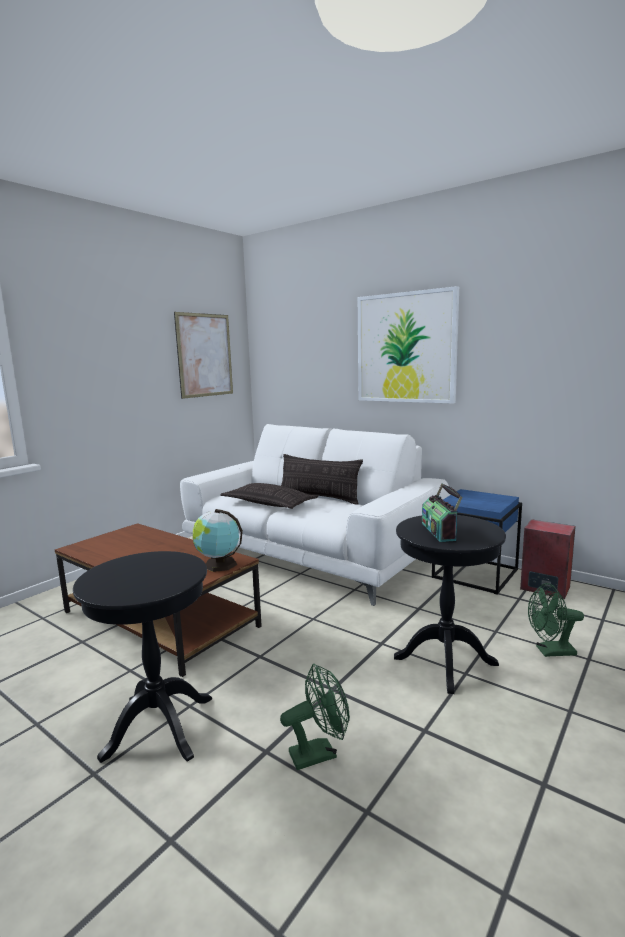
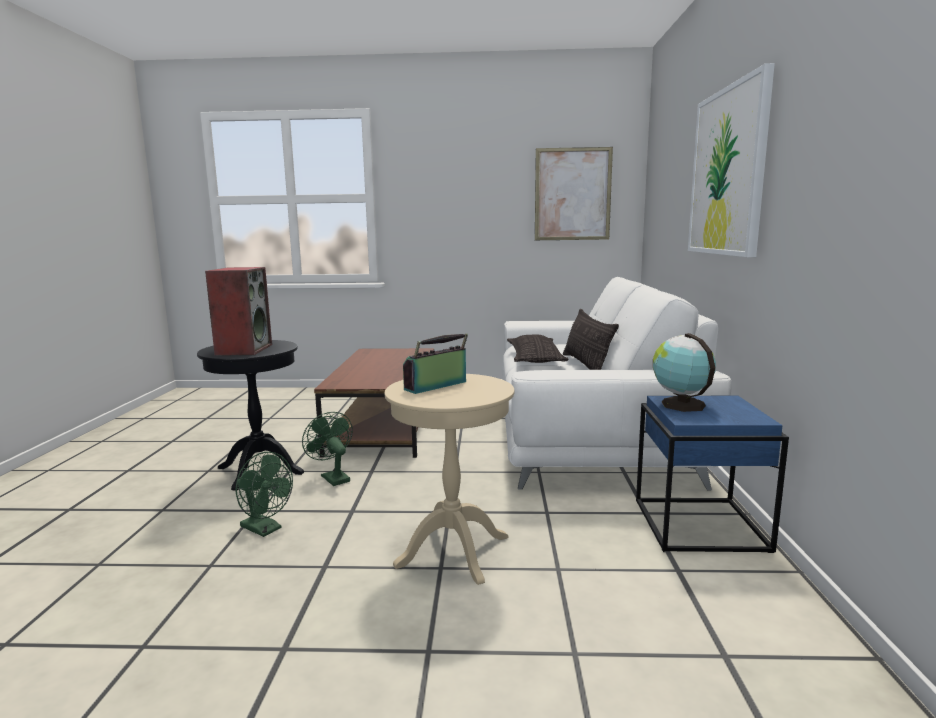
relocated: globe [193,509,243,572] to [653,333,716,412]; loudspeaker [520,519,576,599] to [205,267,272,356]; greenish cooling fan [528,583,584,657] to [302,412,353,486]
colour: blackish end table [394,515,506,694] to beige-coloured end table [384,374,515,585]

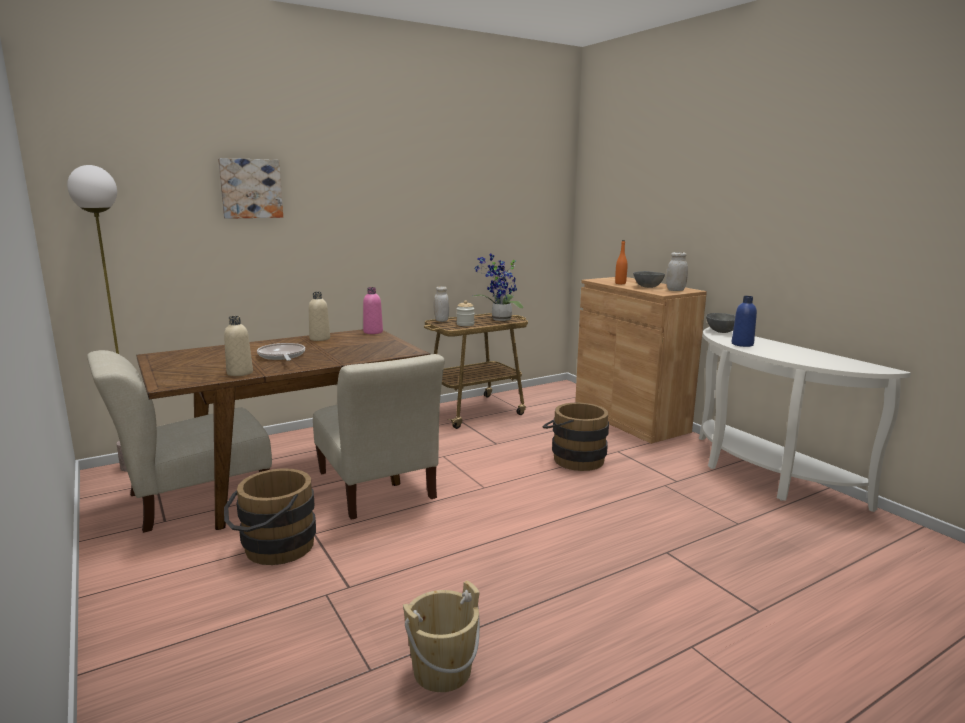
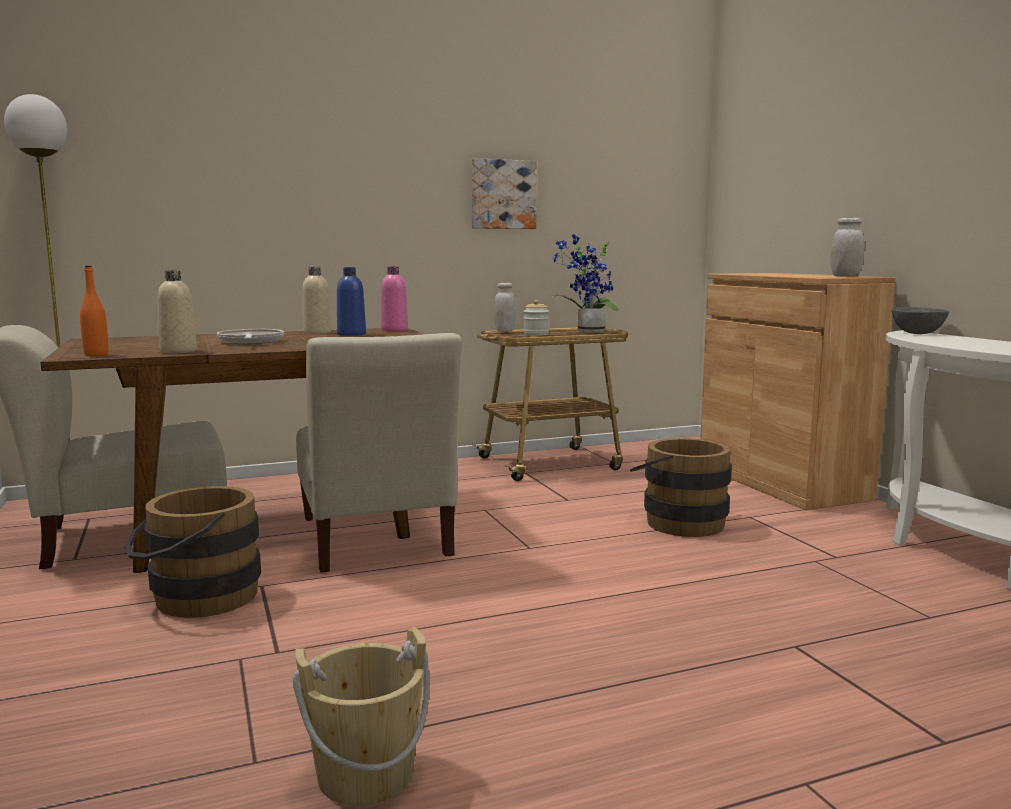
missing: grey bowl [633,271,665,288]
relocated: picture [218,158,283,219] to [472,158,537,229]; orange drink bottle [615,240,628,284] to [80,266,109,356]; blue-coloured drink bottle [732,296,757,347] to [337,267,366,336]

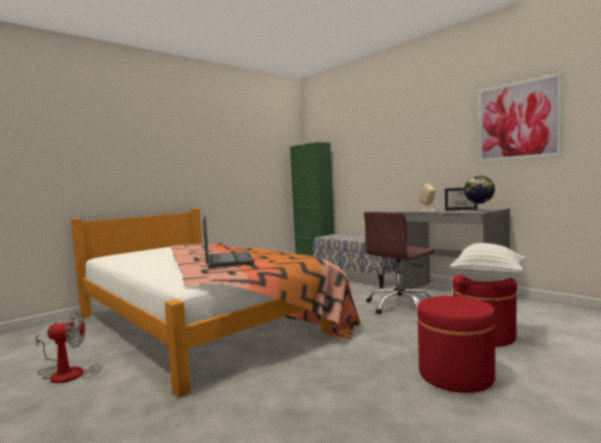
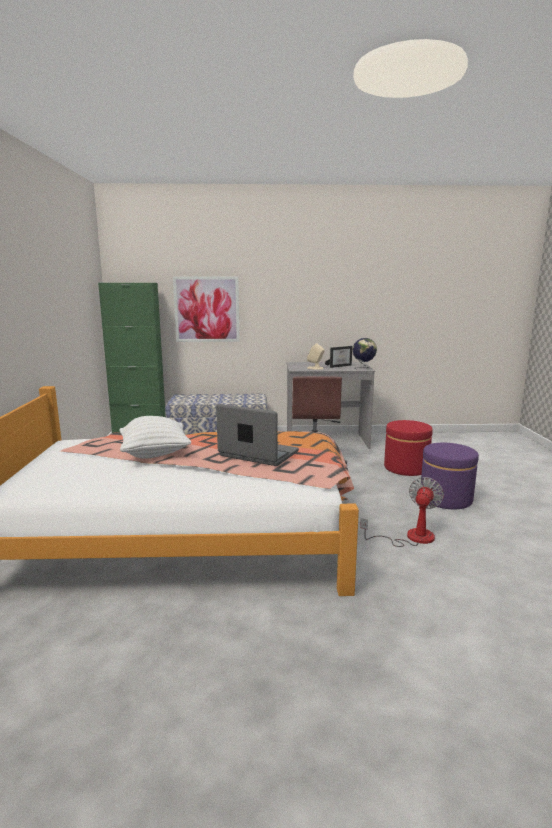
relocated: cooling fan [35,311,85,383] to [360,477,444,547]; white cushion [450,243,526,282] to [120,416,191,459]; picture [478,72,563,162] to [173,277,240,342]
colour: red-coloured footrest [417,296,495,393] to purple footrest [420,443,479,509]

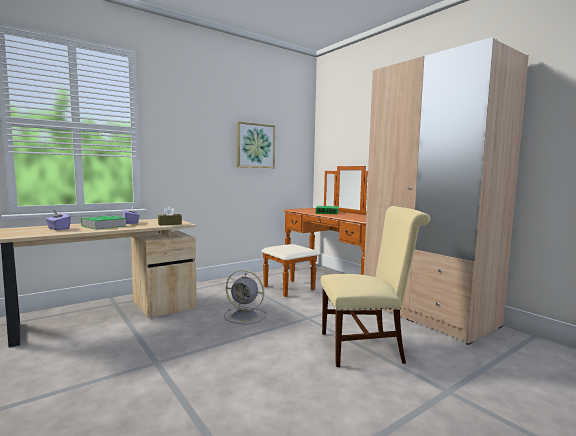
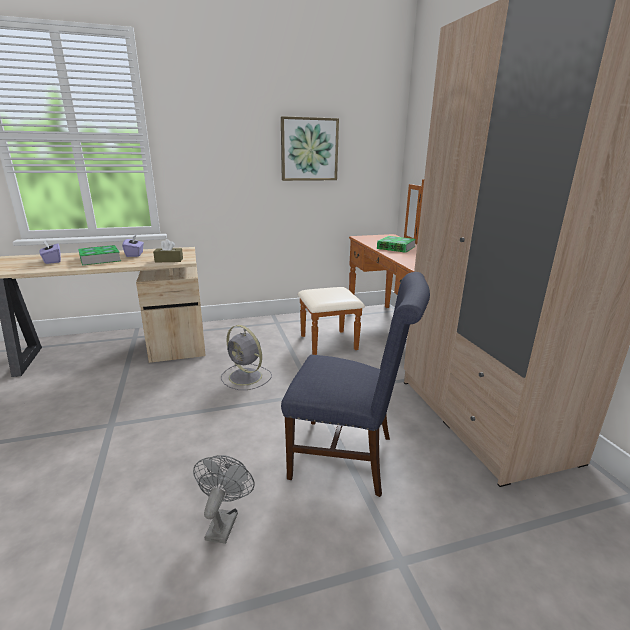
appeared: grey cooling fan [193,455,255,544]
colour: beige-coloured chair [321,206,430,367] to blue-coloured chair [281,272,430,497]

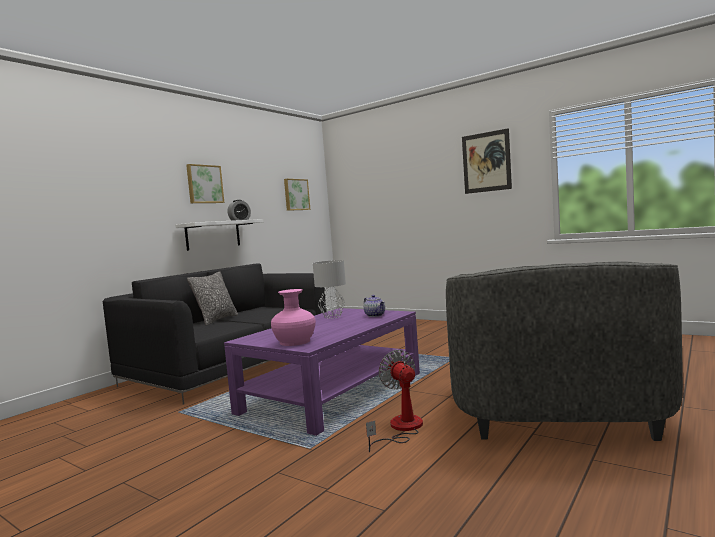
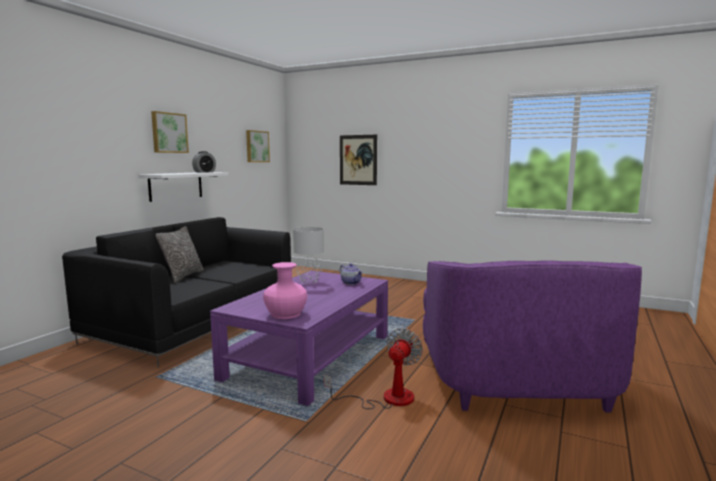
relocated: picture [462,128,512,194] to [340,135,377,185]
colour: grey armchair [446,261,683,441] to purple armchair [423,261,642,413]
spun: cooling fan [366,350,423,452] = [324,328,423,409] 60 degrees clockwise

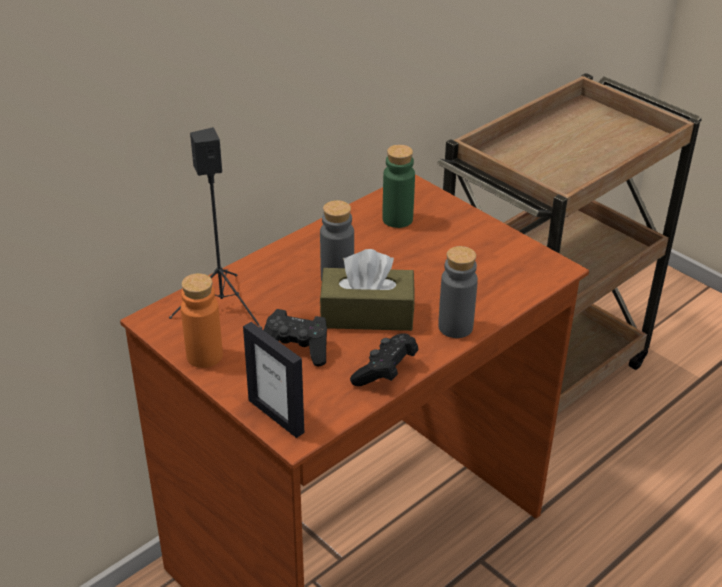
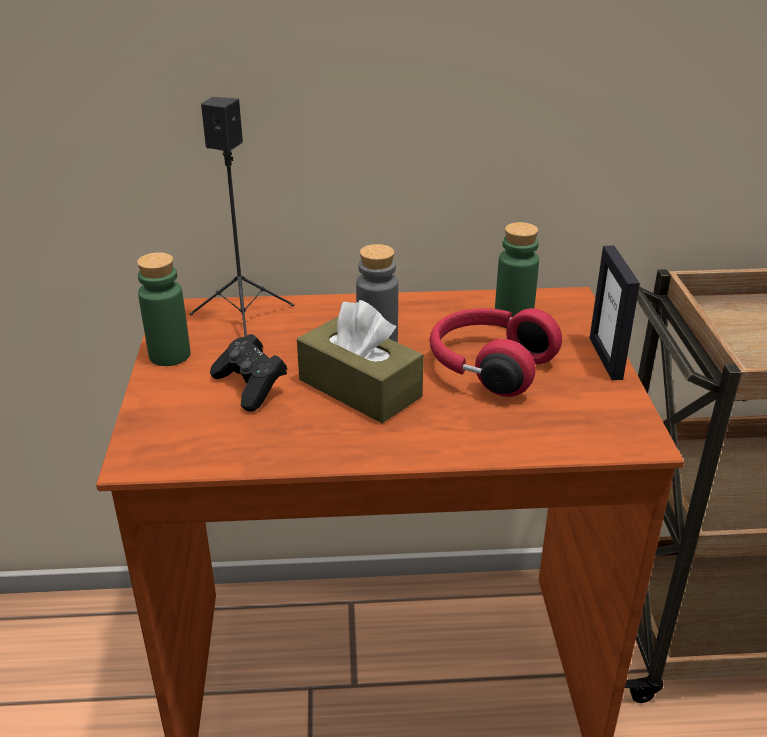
missing: blackish joypad [350,333,419,386]; grey drink bottle [438,246,478,338]
appeared: red-coloured headphones [430,308,562,397]
relocated: photo frame [243,322,304,438] to [590,245,640,380]
colour: orange drink bottle [181,273,223,368] to greenish drink bottle [137,252,190,366]

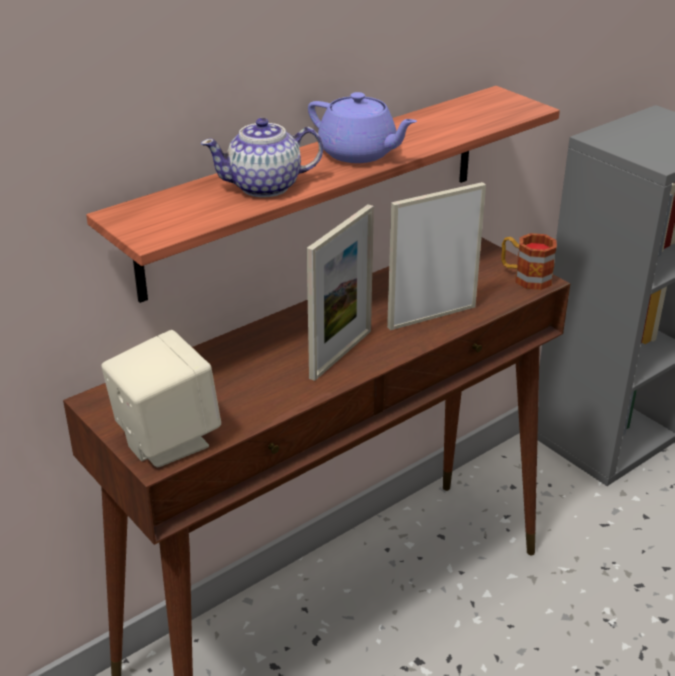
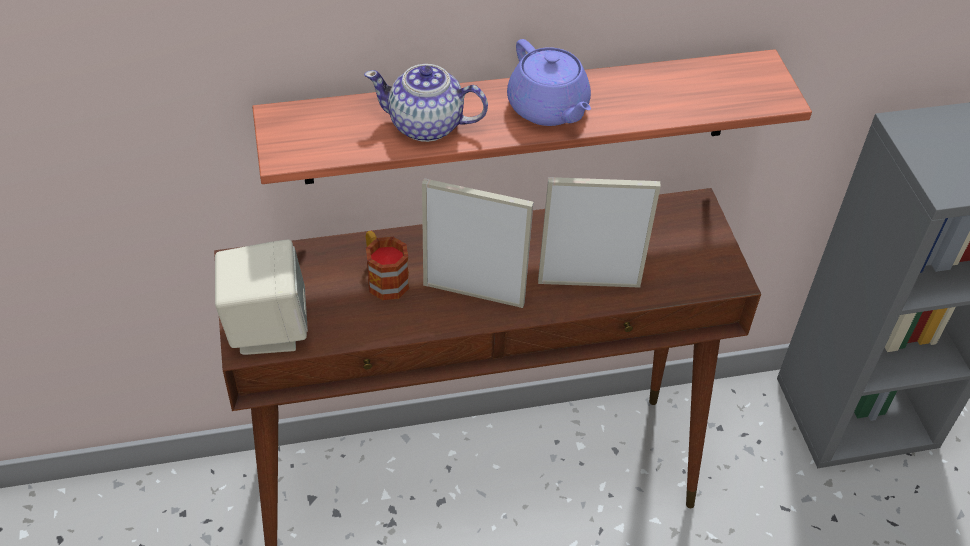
relocated: tea mug [501,233,557,290] to [366,231,409,300]
spun: photo frame [307,204,374,381] = [422,178,534,308] 135 degrees counterclockwise

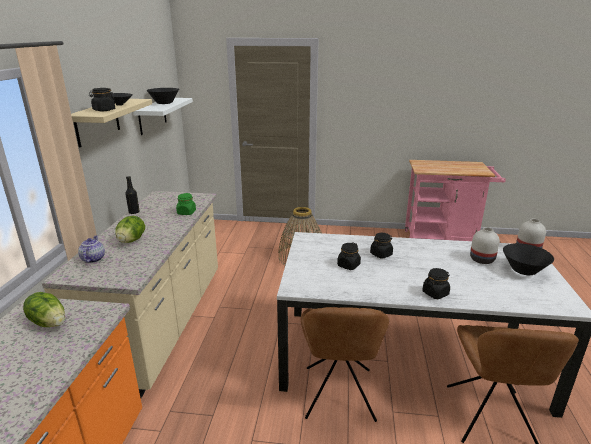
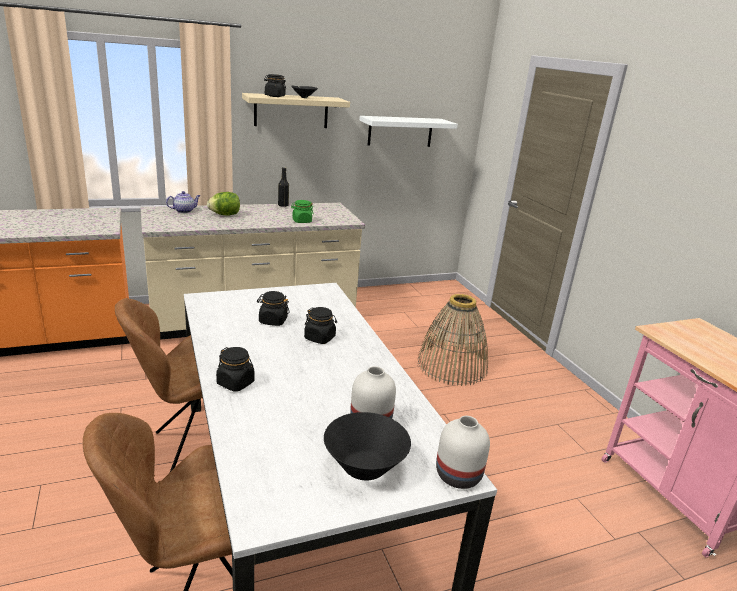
missing: lettuce [23,292,65,327]; blackish bowl [147,88,179,104]

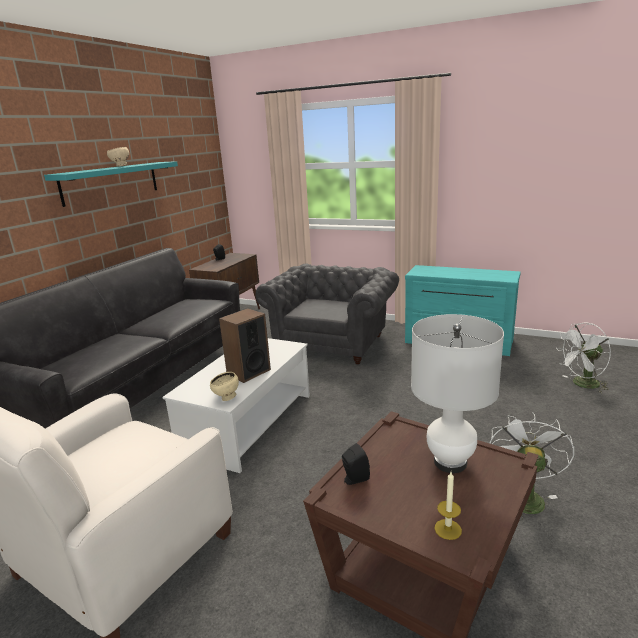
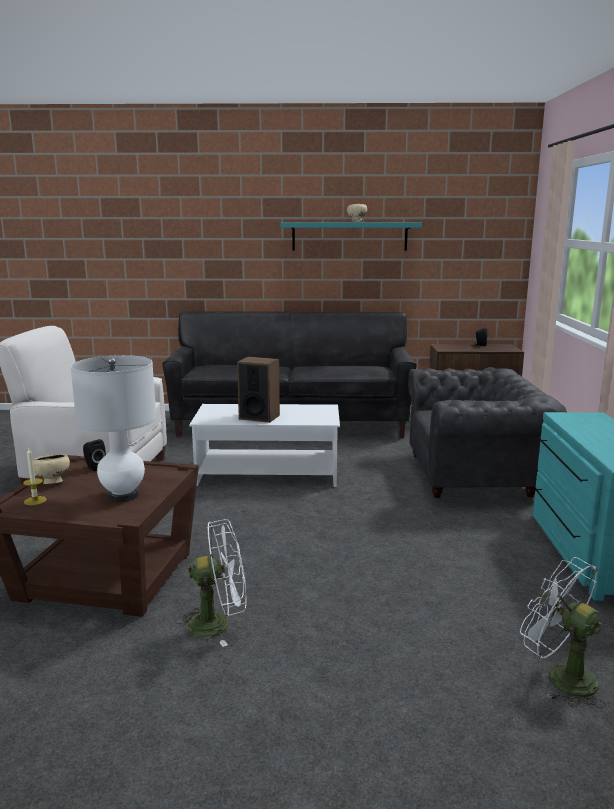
relocated: beige-coloured bowl [210,372,239,401] to [33,454,70,484]

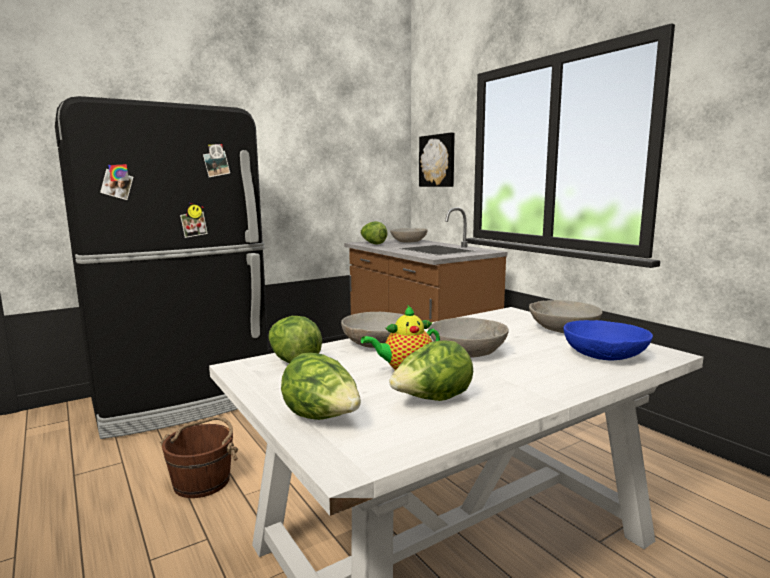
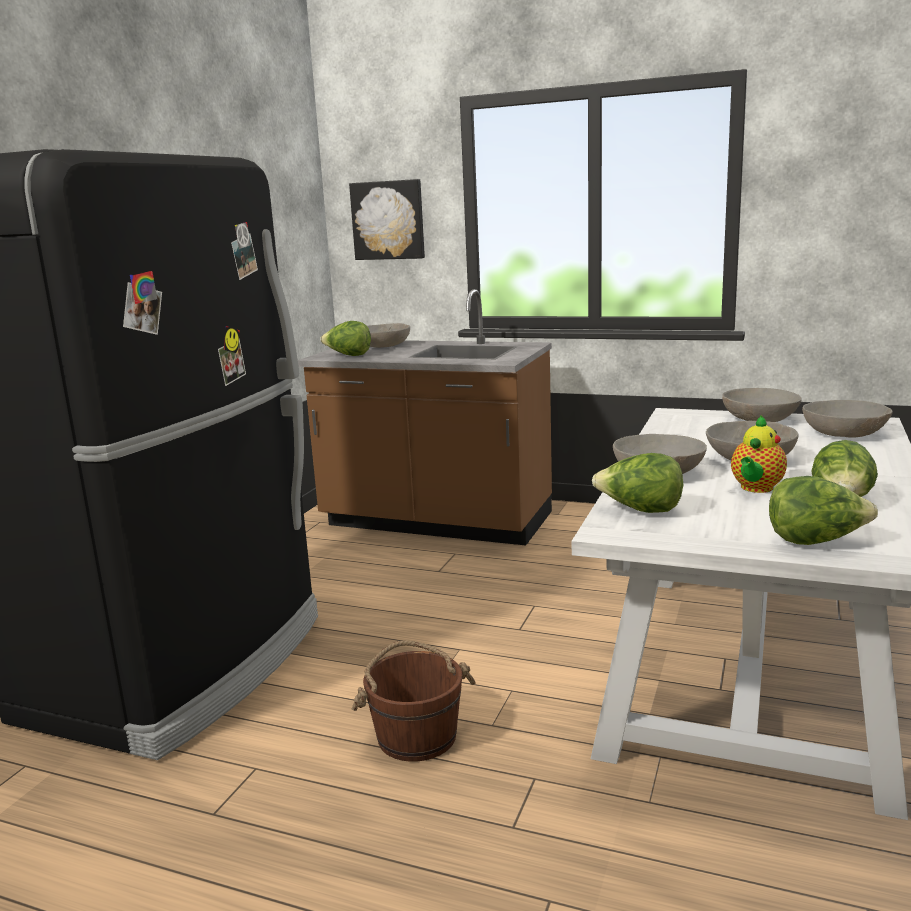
colour: blue-coloured bowl [563,320,653,361] to grey bowl [802,400,892,438]

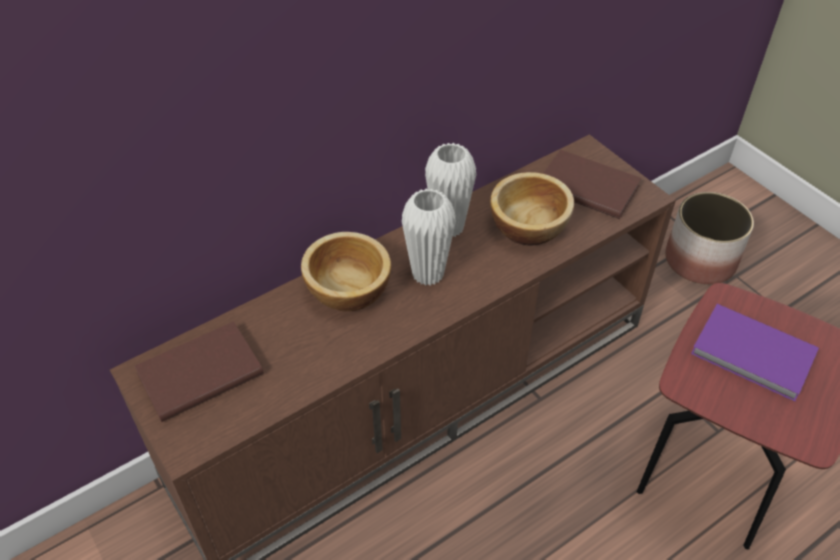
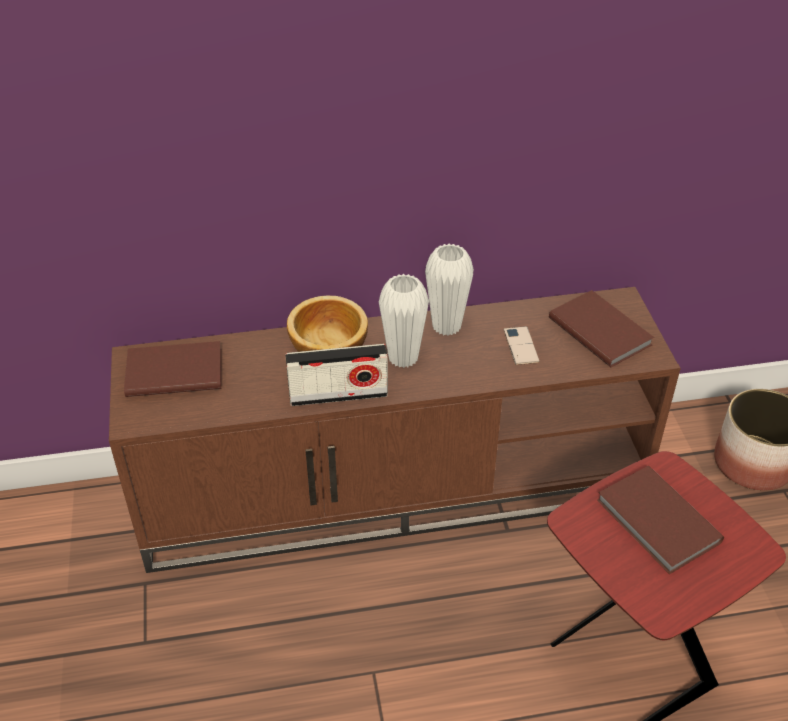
appeared: radio set [285,344,388,406]
exchanged: bowl [490,172,574,246] to phone [504,326,539,365]
colour: purple bound book [691,304,819,402] to brownish bound book [597,466,724,574]

